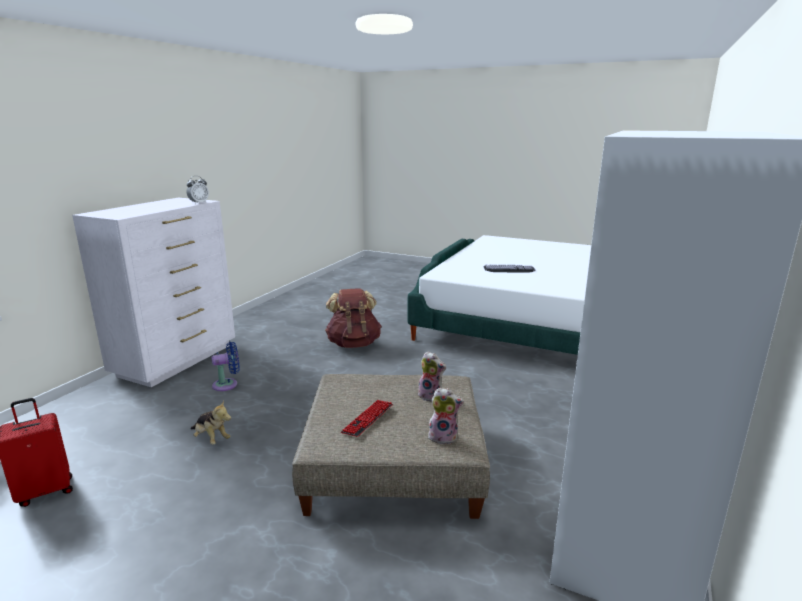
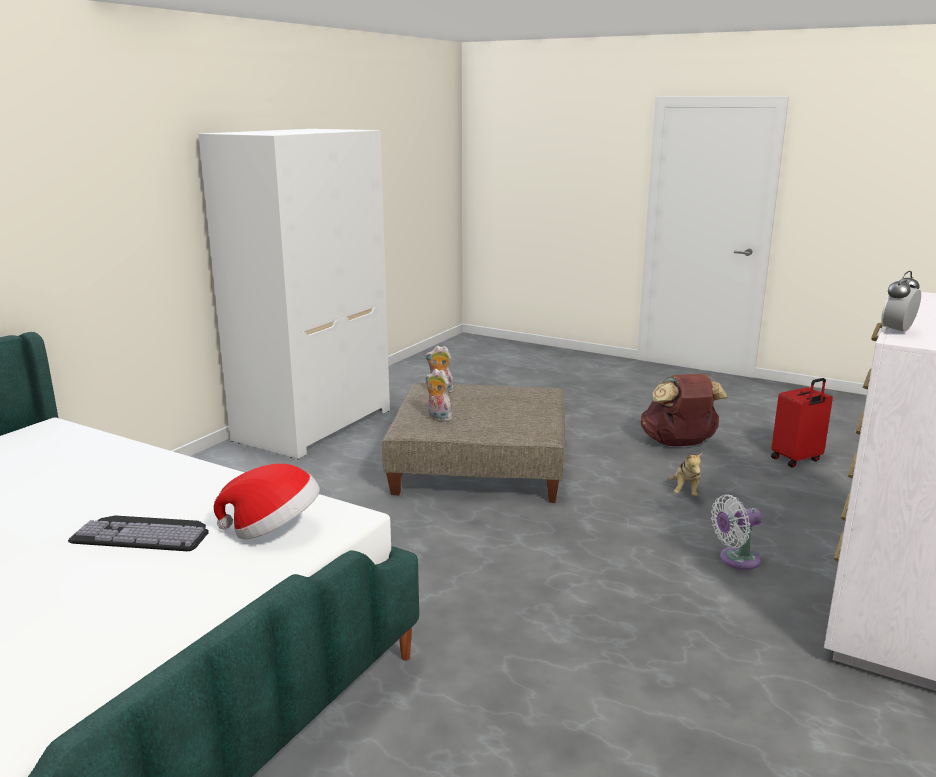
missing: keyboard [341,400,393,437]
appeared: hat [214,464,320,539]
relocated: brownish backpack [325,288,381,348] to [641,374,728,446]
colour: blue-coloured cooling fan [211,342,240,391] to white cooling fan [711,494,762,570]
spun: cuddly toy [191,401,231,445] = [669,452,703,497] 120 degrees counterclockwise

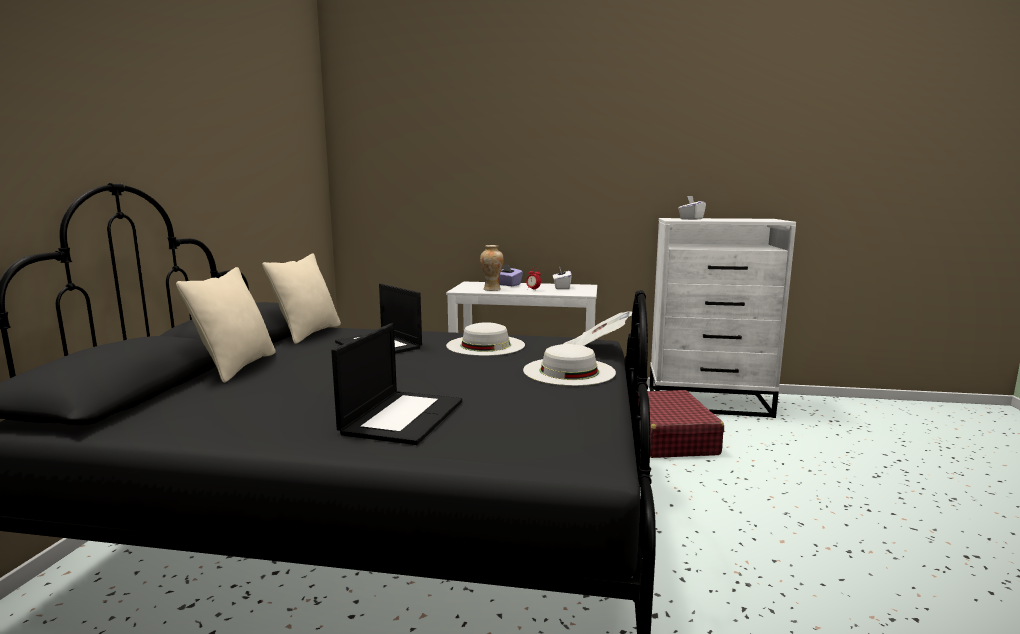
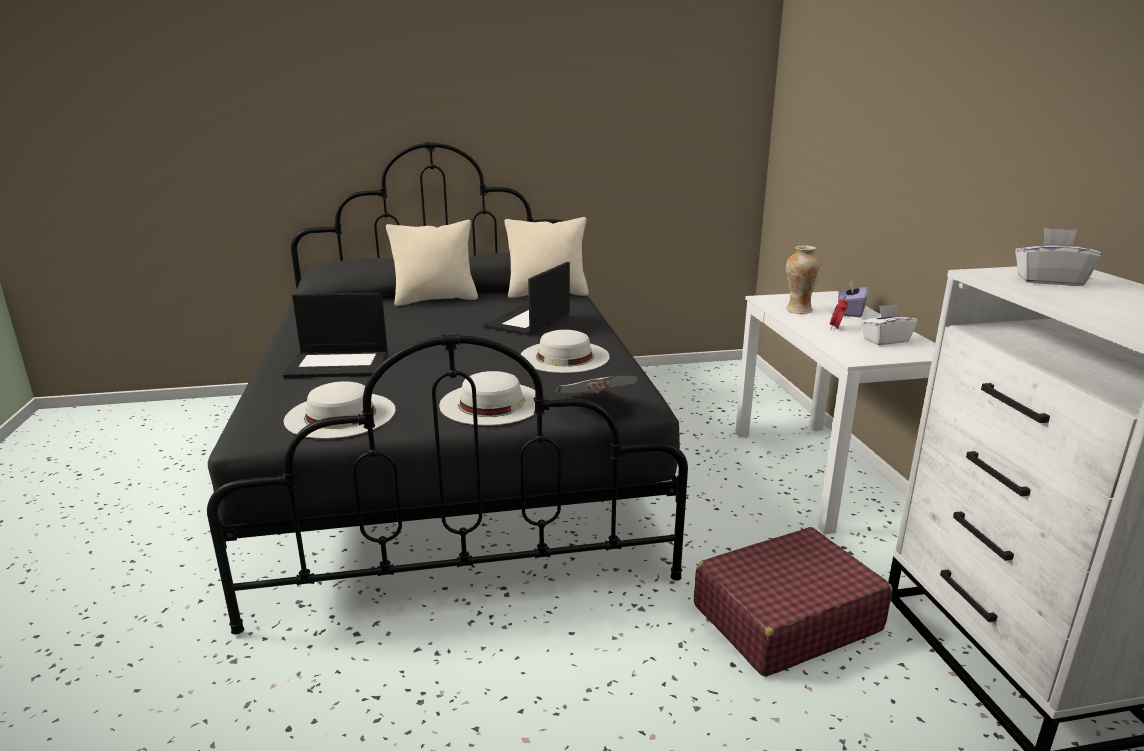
appeared: white hat [284,381,396,439]

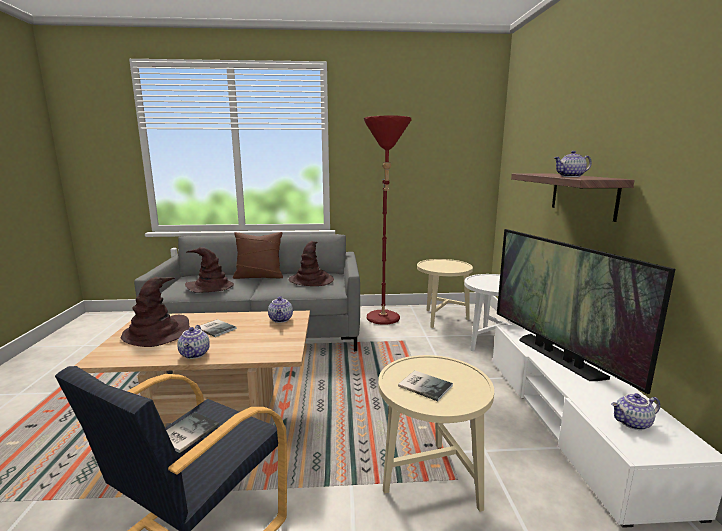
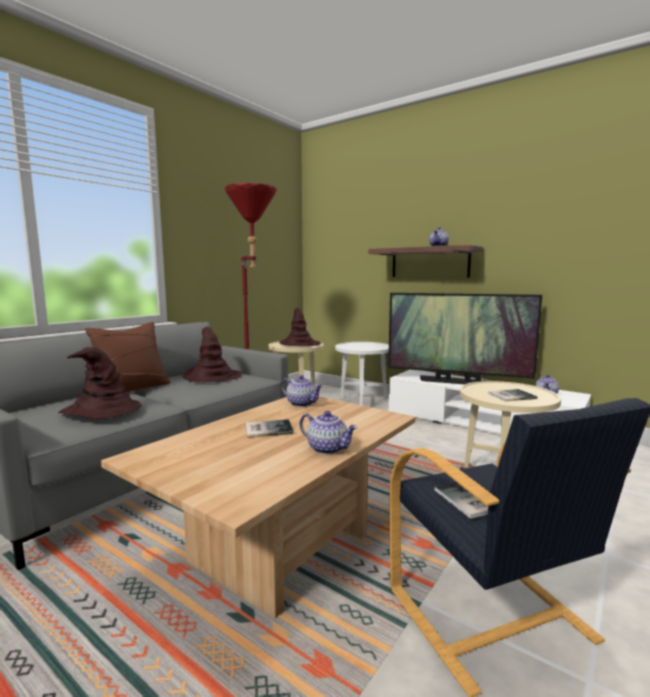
relocated: brownish hat [121,277,190,347] to [279,308,321,346]

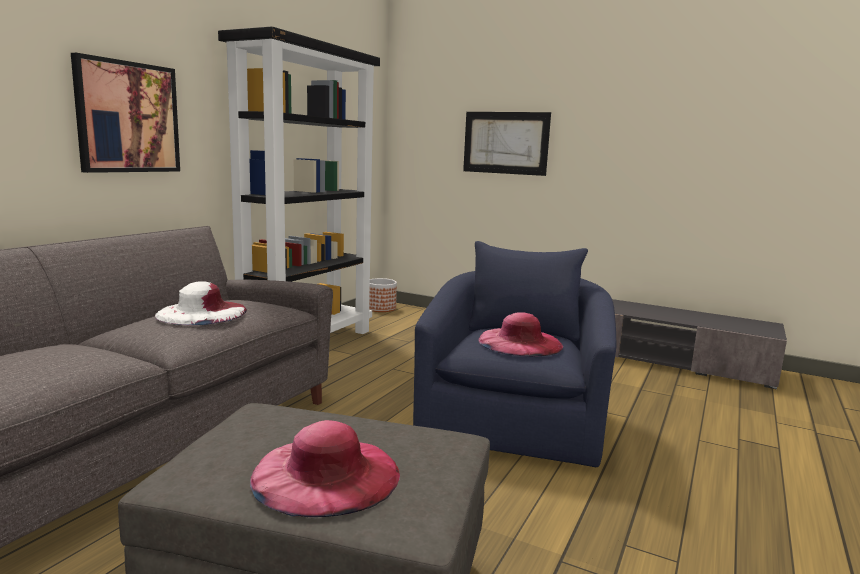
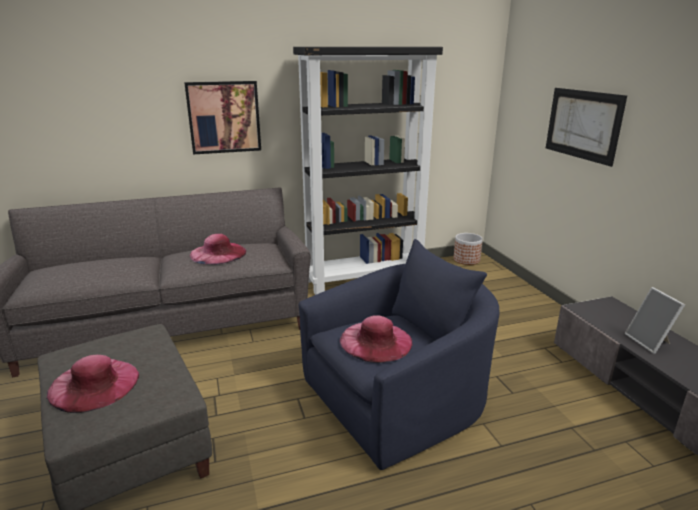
appeared: photo frame [625,287,685,354]
colour: white hat [155,281,247,325] to pink hat [190,234,246,264]

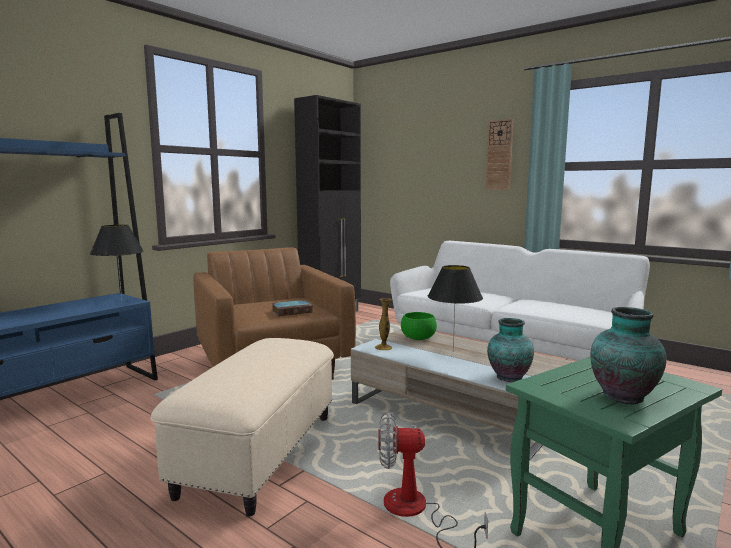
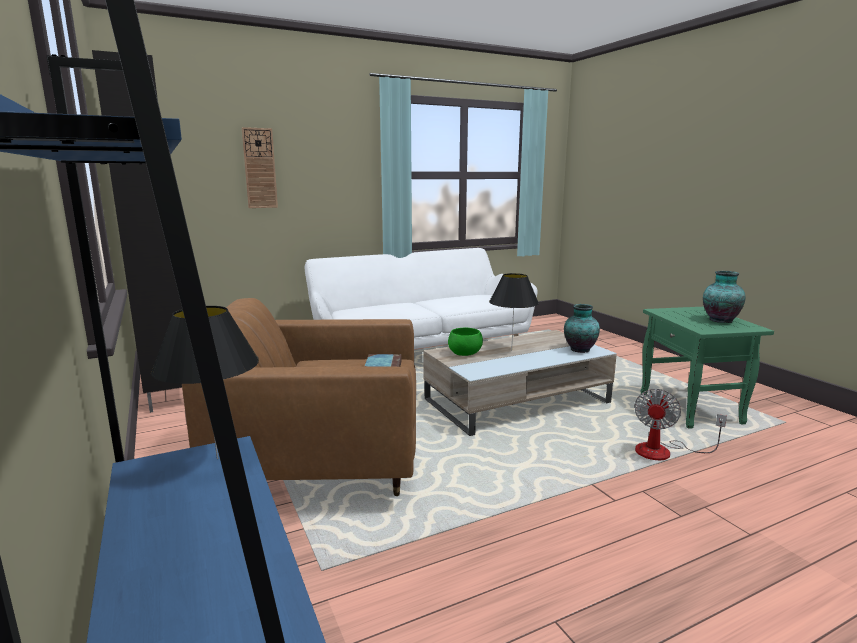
missing: beige-coloured footrest [150,338,334,516]; vase [375,298,392,350]
relocated: wall clock [485,119,514,190] to [242,127,278,208]

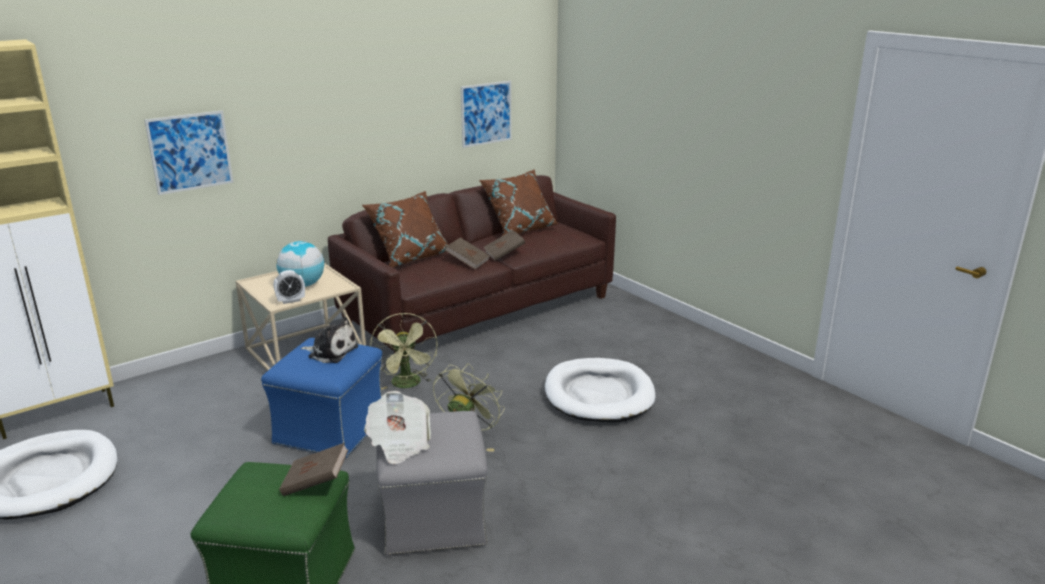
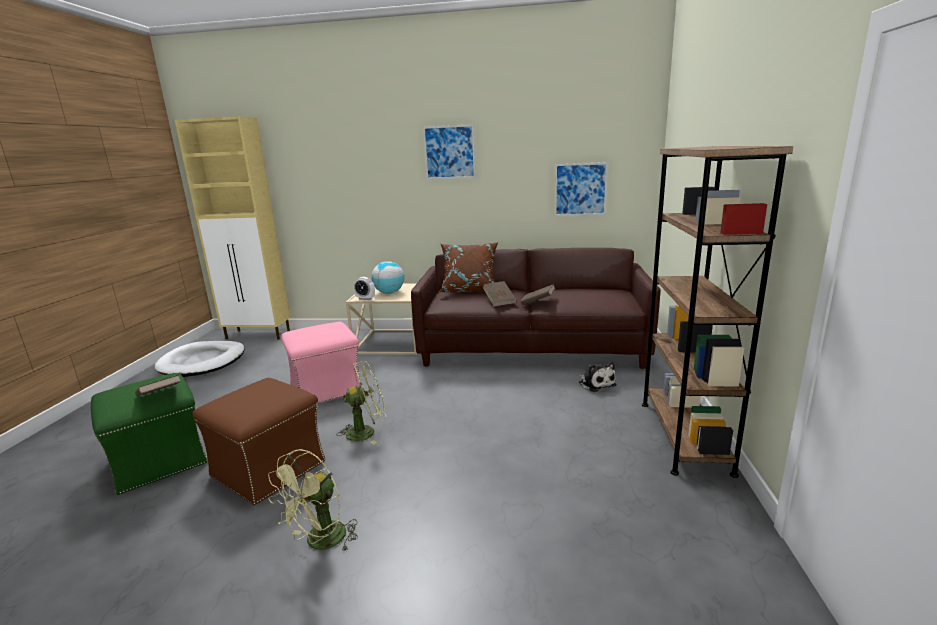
missing: daily paper [364,391,431,464]; brownish cushion [479,169,558,236]; white pet bed [545,358,655,422]
appeared: brownish bookshelf [642,146,793,478]
relocated: picture [145,111,233,195] to [423,124,476,179]; cuddly toy [301,317,358,363] to [579,362,617,392]; greenish cooling fan [370,313,438,389] to [268,449,358,551]
colour: blue-coloured footrest [261,338,382,459] to pink footrest [281,322,361,403]; grey footrest [376,411,487,556] to brownish footrest [192,378,325,505]

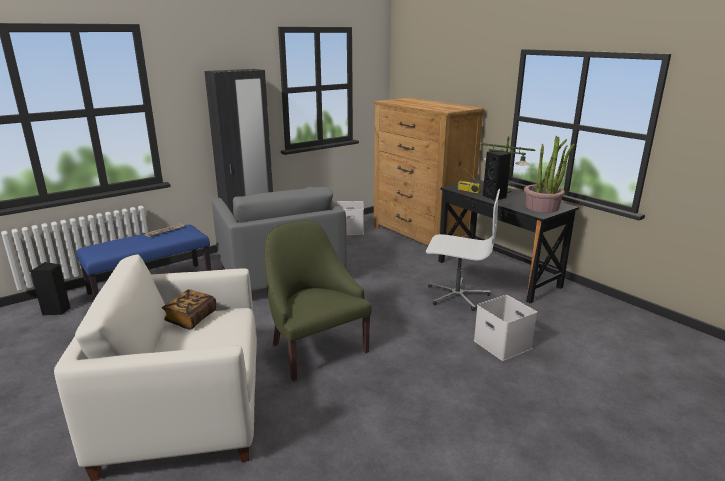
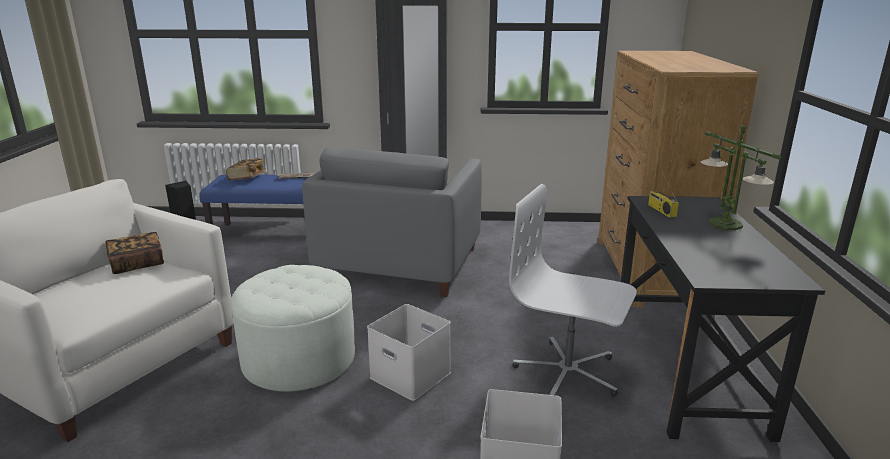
missing: blackish loudspeaker [483,151,511,201]; plant in a pot [524,136,575,213]
appeared: bound book [226,159,266,181]
relocated: white storage box [337,201,364,235] to [367,304,451,401]
exchanged: greenish armchair [264,220,372,381] to white footrest [231,265,355,392]
spun: white office chair [426,189,500,311] = [509,184,637,397] 150 degrees clockwise

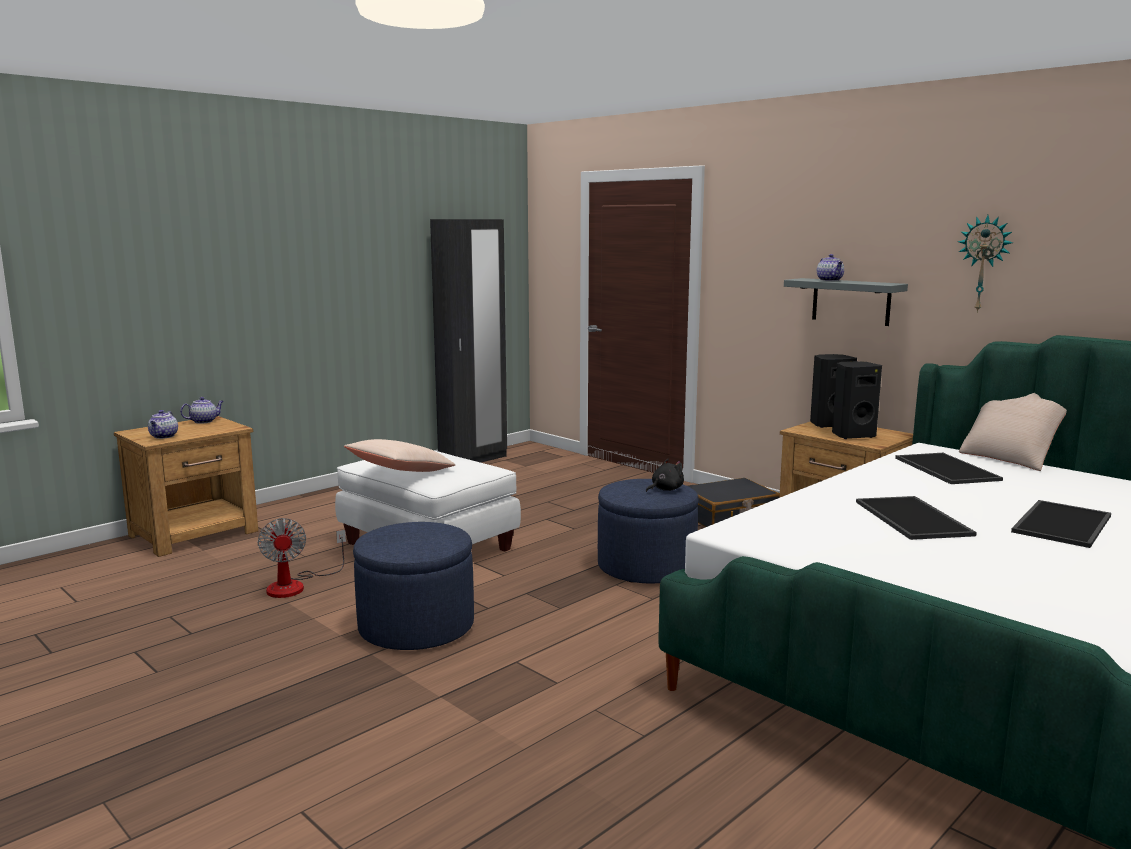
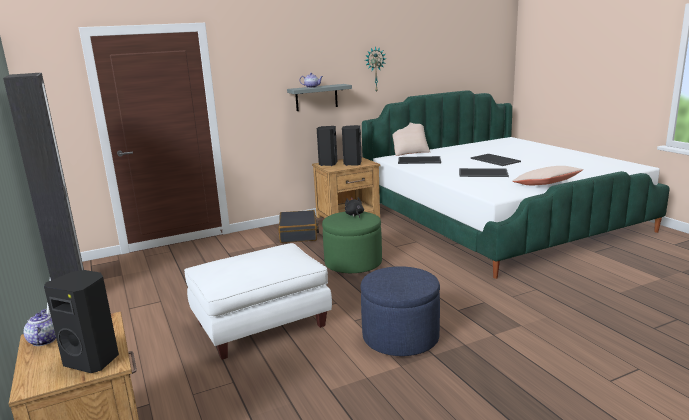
missing: cooling fan [257,518,346,598]
relocated: beige-coloured cushion [344,439,456,472] to [512,166,583,185]
exchanged: tea pot [148,410,178,439] to blackish loudspeaker [44,270,119,373]
colour: blue-coloured footrest [598,479,699,583] to greenish footrest [322,212,382,273]

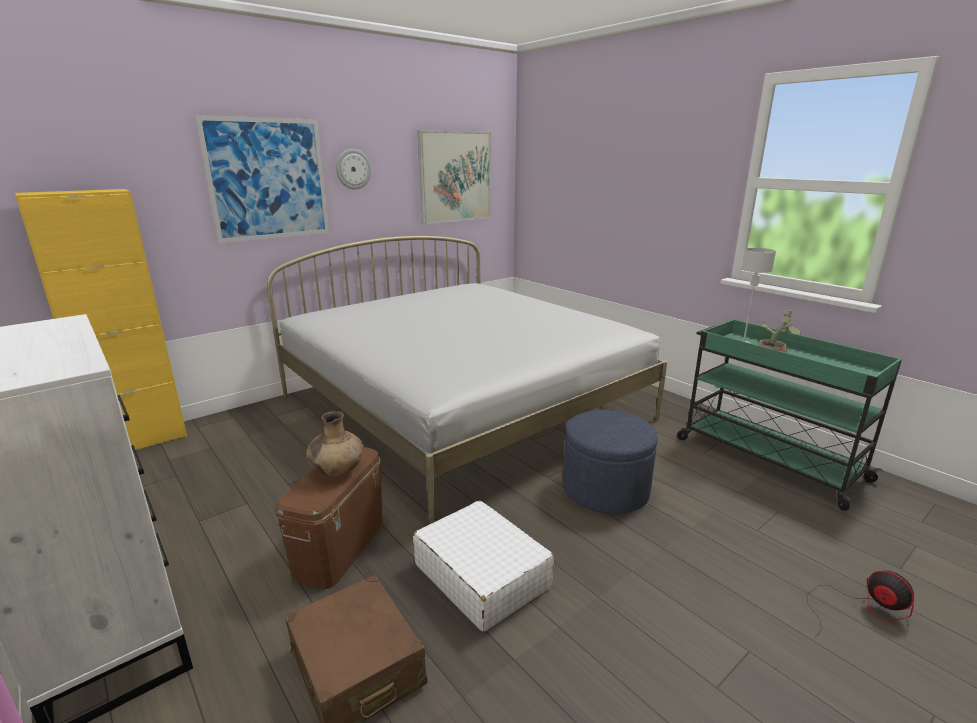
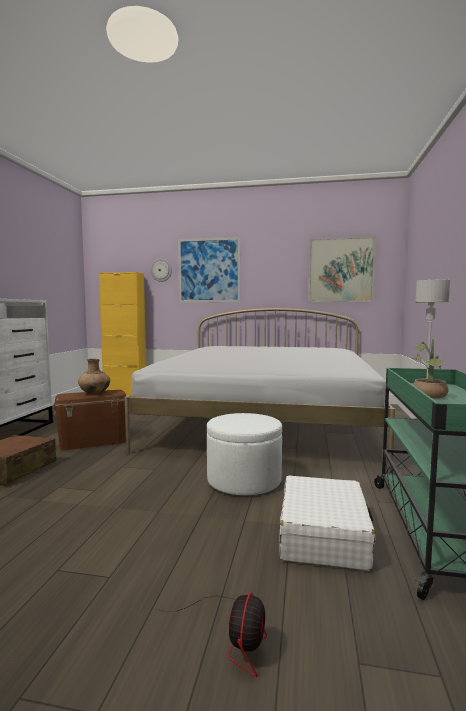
relocated: wall clock [336,149,371,190] to [150,259,172,282]; white piece of luggage [413,500,555,632] to [279,476,376,571]
colour: blue-coloured footrest [563,410,658,514] to white footrest [207,413,282,495]

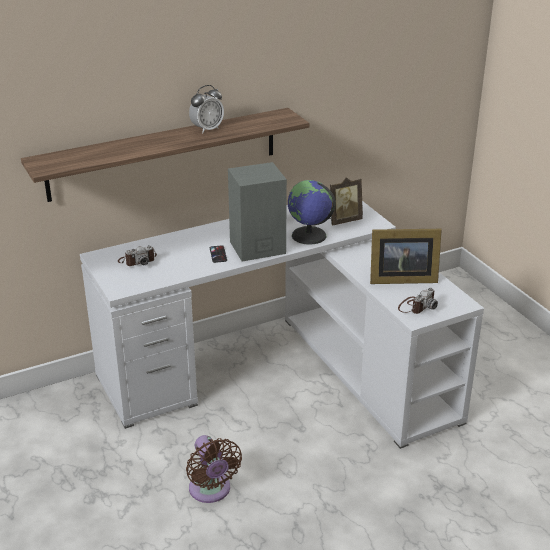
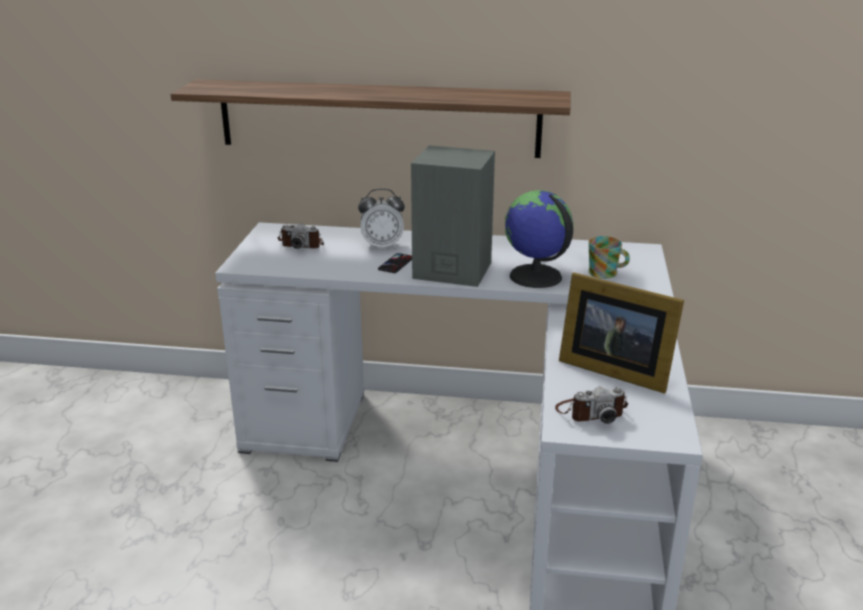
missing: brownish cooling fan [186,435,242,503]
relocated: alarm clock [189,85,224,133] to [358,188,405,250]
exchanged: photo frame [329,177,363,225] to tea mug [588,236,630,279]

